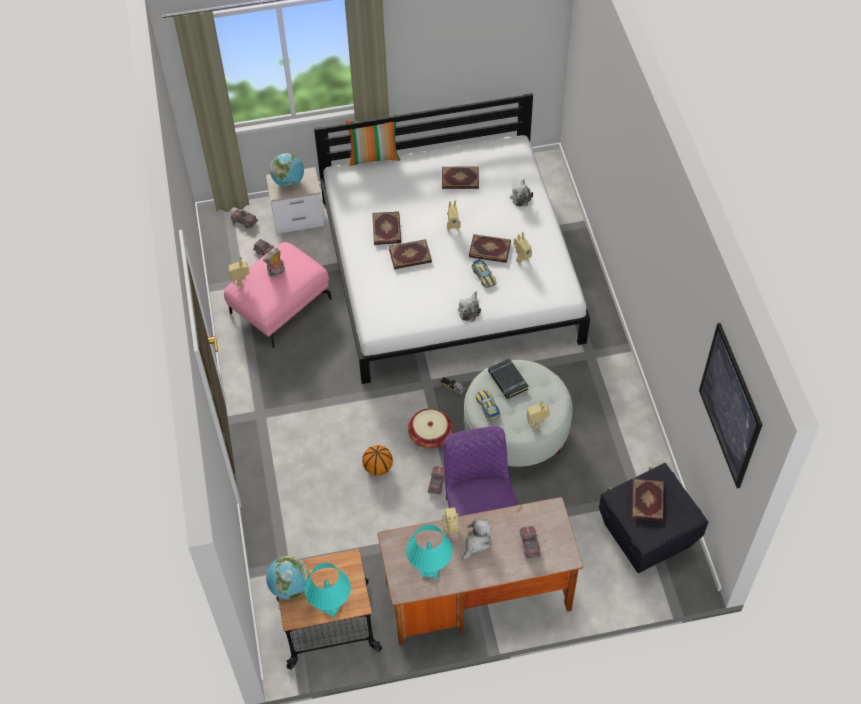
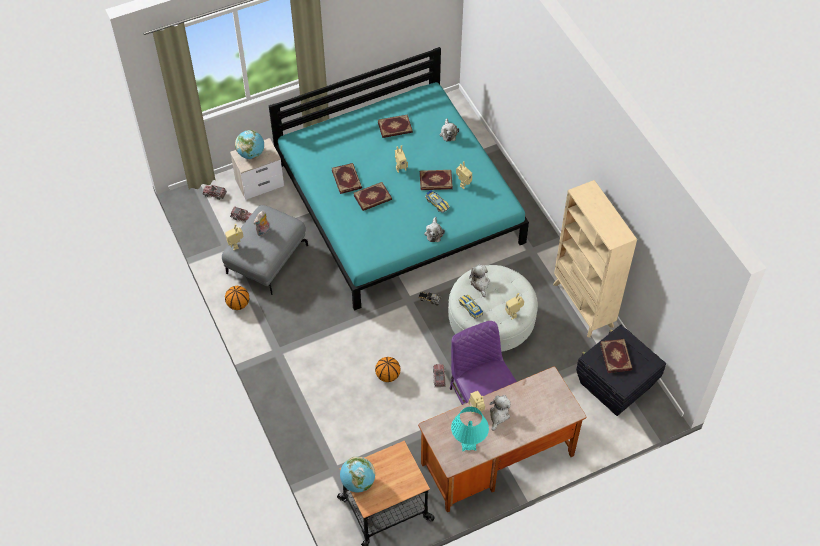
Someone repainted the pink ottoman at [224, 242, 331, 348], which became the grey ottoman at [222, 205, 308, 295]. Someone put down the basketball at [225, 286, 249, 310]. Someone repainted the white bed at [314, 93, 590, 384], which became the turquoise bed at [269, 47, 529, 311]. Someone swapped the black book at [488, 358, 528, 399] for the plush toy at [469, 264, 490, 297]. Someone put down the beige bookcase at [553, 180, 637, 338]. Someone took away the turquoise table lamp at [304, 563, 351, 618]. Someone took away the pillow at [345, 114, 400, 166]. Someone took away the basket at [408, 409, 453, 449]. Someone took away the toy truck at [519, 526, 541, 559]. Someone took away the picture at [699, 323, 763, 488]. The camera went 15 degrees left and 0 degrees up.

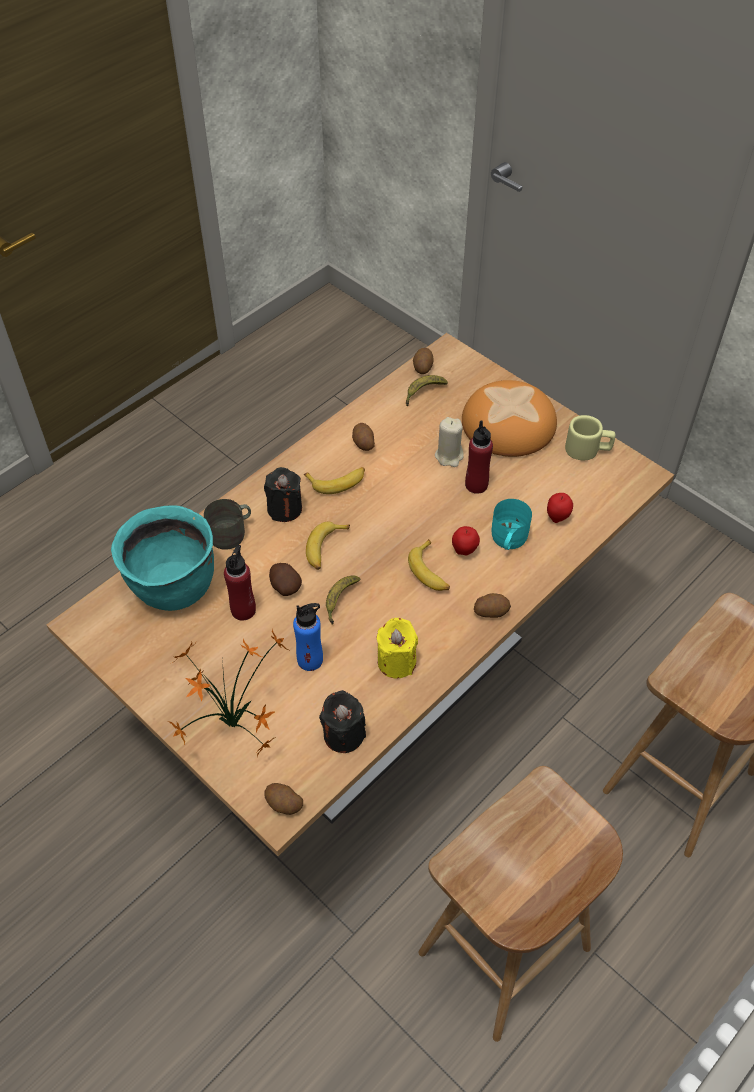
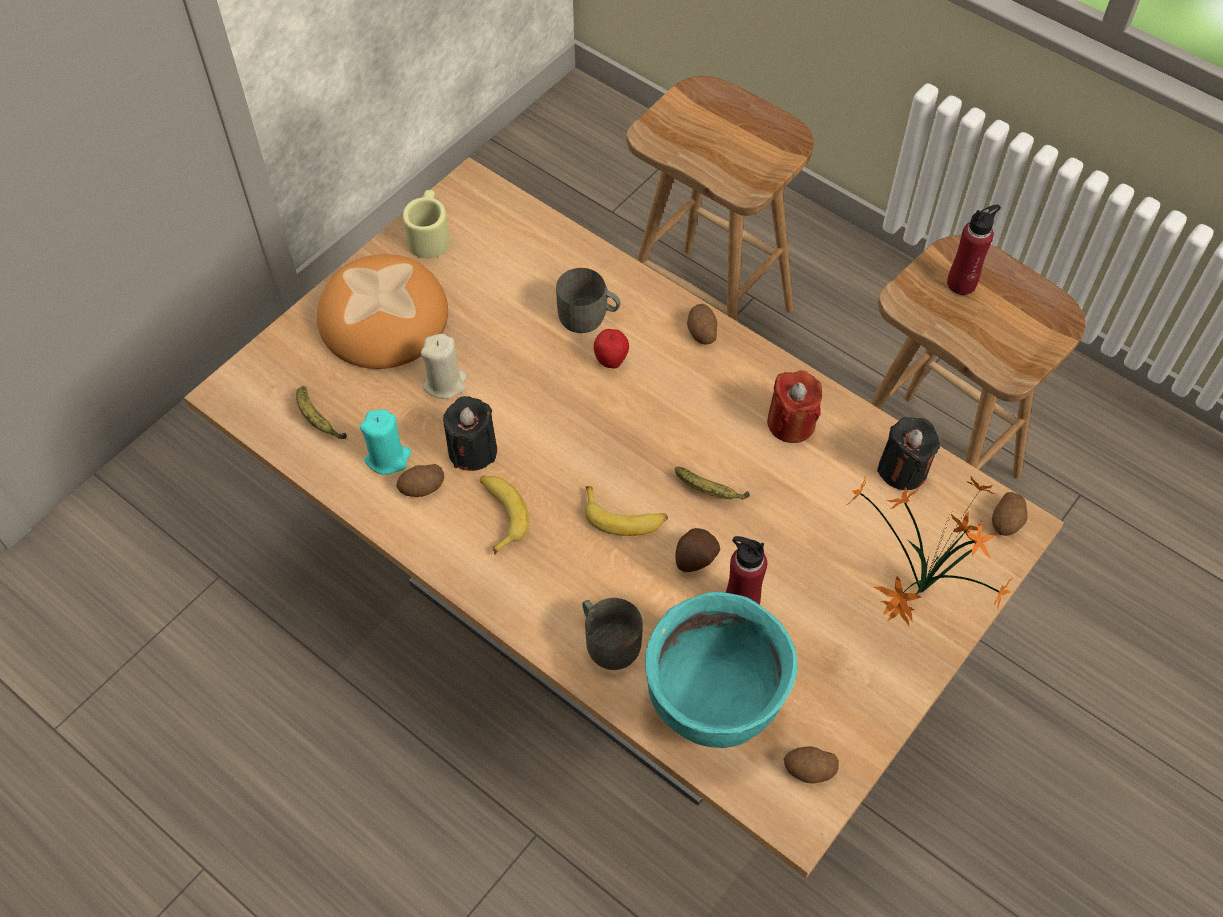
Someone put down the turquoise candle at [360, 409, 411, 475]. Someone carried the black candle from [264, 467, 302, 522] to [443, 396, 497, 471]. Someone repainted the turquoise mug at [492, 499, 532, 550], which became the grey mug at [556, 268, 620, 333]. Someone repainted the yellow candle at [377, 618, 418, 679], which became the red candle at [767, 370, 822, 443]. Someone carried the potato from [413, 348, 433, 374] to [784, 746, 839, 784]. Someone carried the red bottle from [465, 421, 493, 494] to [947, 204, 1001, 295]. Someone took away the blue bottle at [293, 603, 323, 671]. Someone took away the banana at [408, 539, 450, 591]. Someone took away the apple at [547, 493, 573, 523]. The camera went 95 degrees left and 5 degrees up.

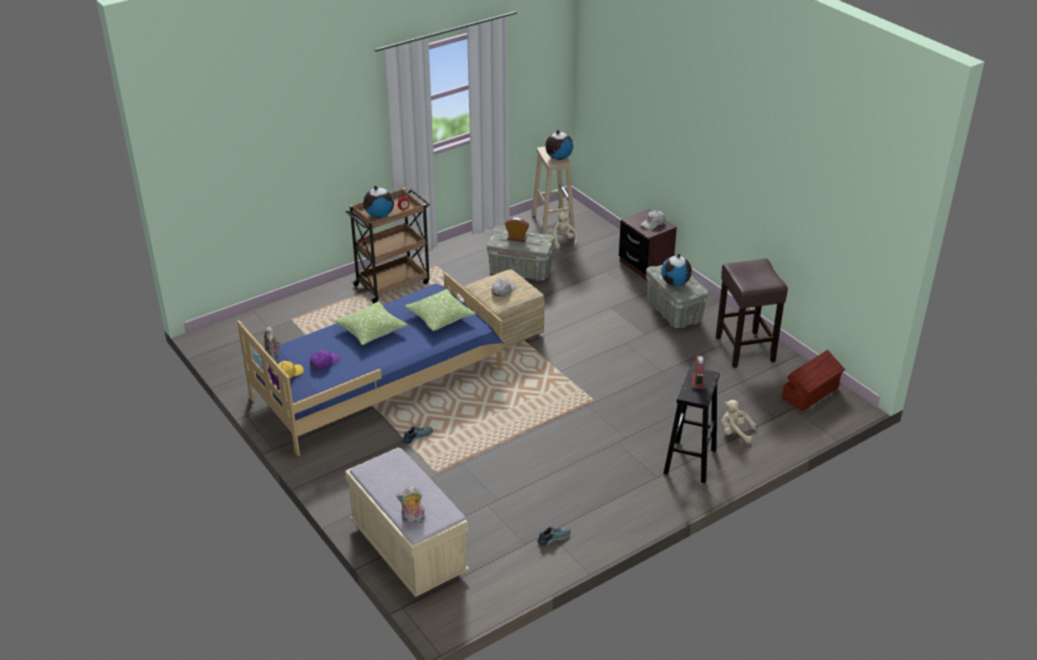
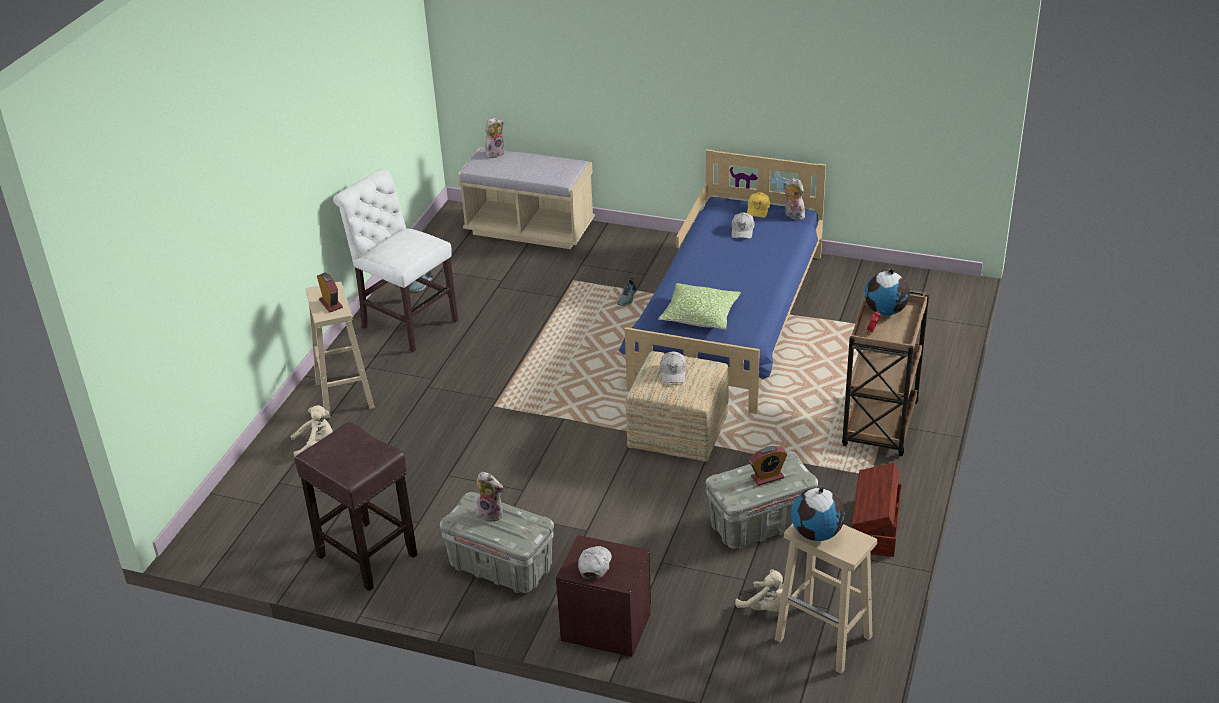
Someone repainted the black stool at [664, 367, 720, 483], which became the beige stool at [306, 281, 375, 419]. Someone put down the white chair at [333, 169, 458, 352]. Someone swapped the globe at [661, 254, 692, 286] for the plush toy at [477, 472, 503, 522]. Someone repainted the purple cap at [310, 350, 340, 370], which became the white cap at [731, 213, 755, 239]. Someone carried the brown storage box from [782, 350, 845, 411] to [852, 463, 902, 557]. Someone took away the pillow at [334, 301, 408, 345]. The camera went 145 degrees right and 0 degrees up.

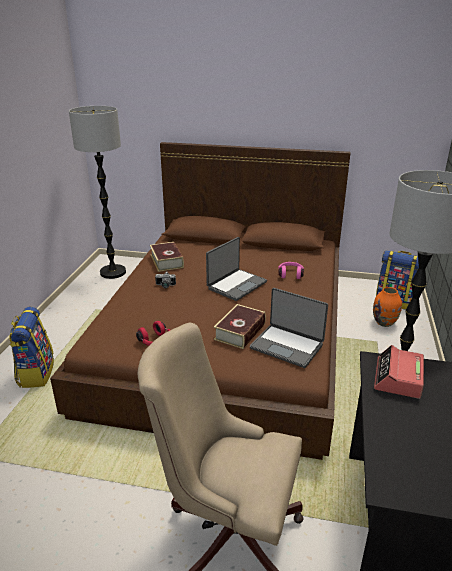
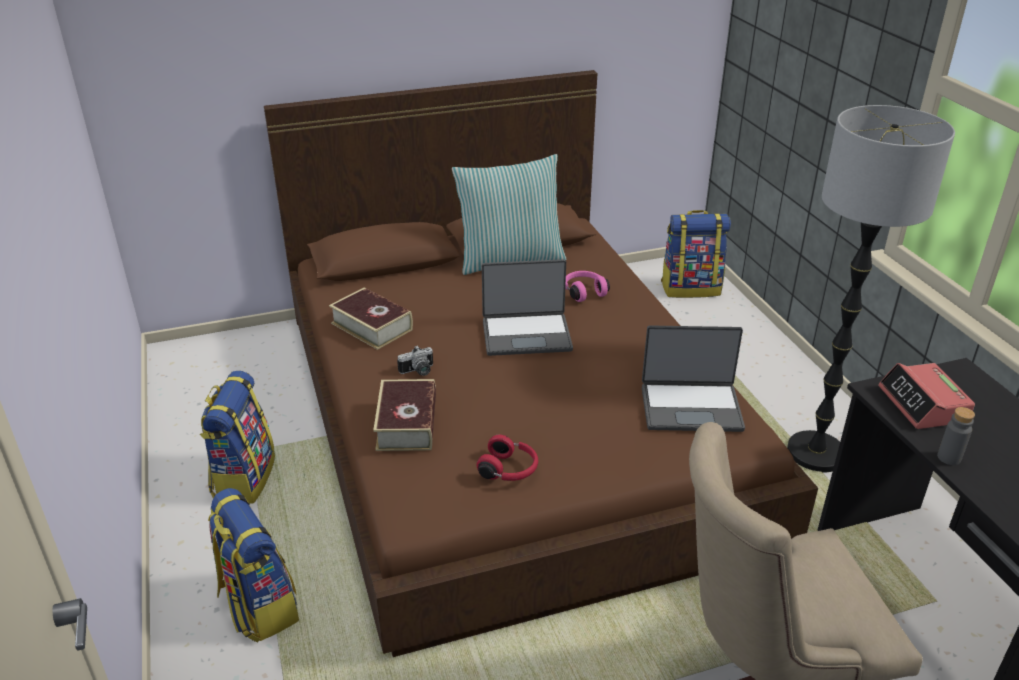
Someone put down the backpack at [200, 371, 275, 504]. Someone carried the book from [214, 304, 266, 349] to [373, 379, 436, 451]. Someone put down the pillow at [452, 154, 567, 275]. Someone rotated the laptop at [206, 237, 267, 301] by 75 degrees clockwise. Someone put down the grey bottle at [937, 407, 975, 465]. Someone took away the floor lamp at [69, 106, 126, 279]. Someone took away the orange vase at [373, 287, 402, 327]. The camera went 30 degrees left and 5 degrees up.

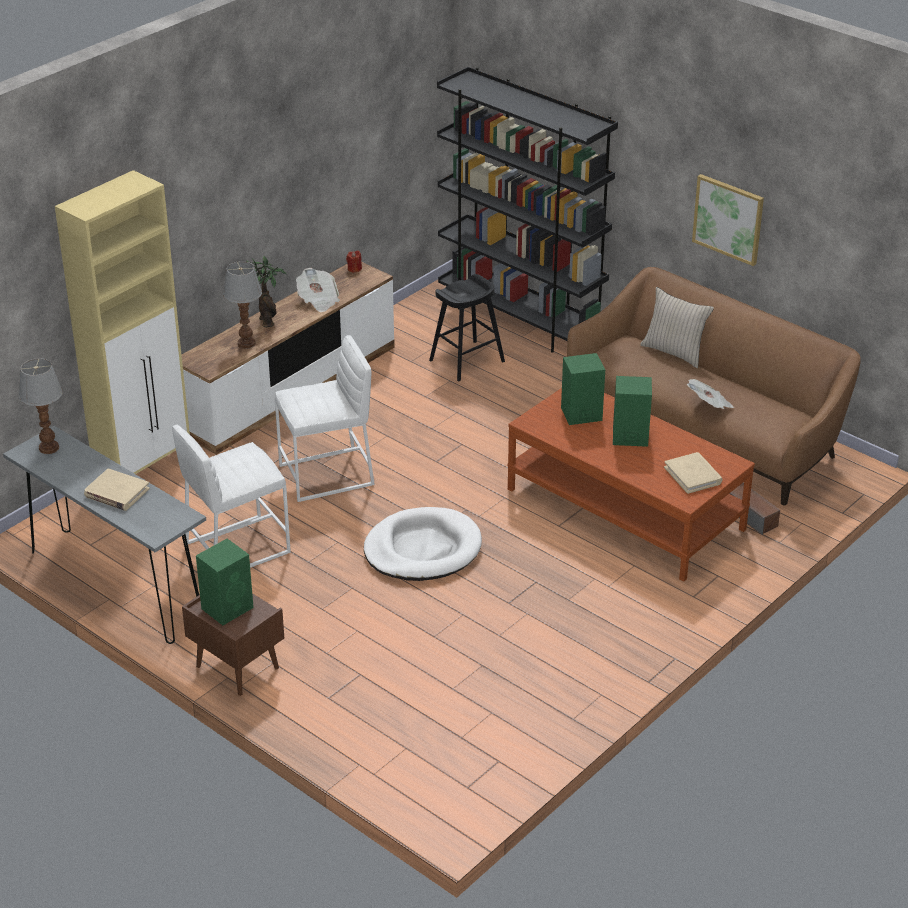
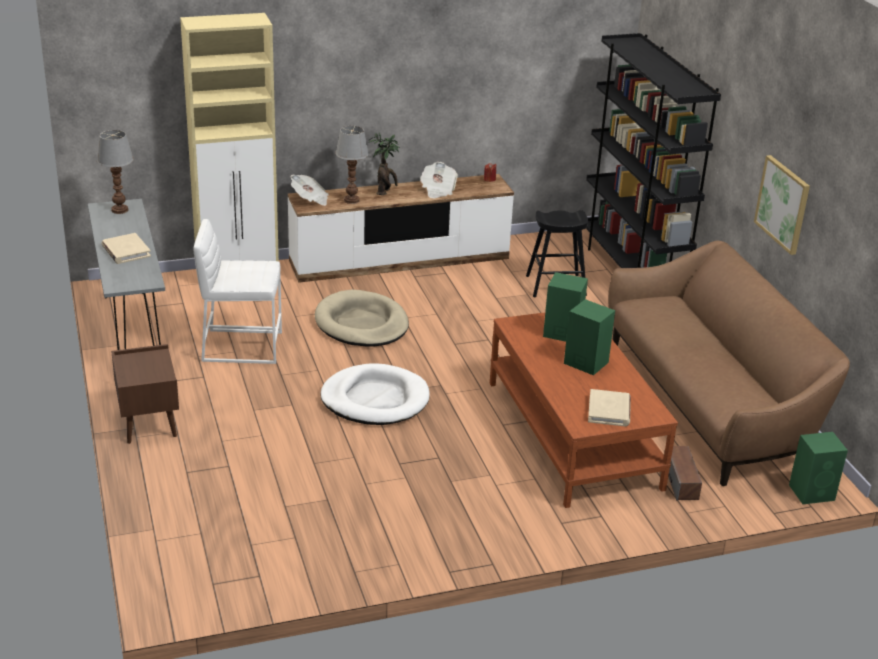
Someone carried the newspaper from [687, 379, 734, 409] to [290, 175, 329, 206]. Someone swapped the white stool at [275, 335, 375, 502] for the beige dog bed at [315, 290, 409, 347]. Someone carried the green speaker from [196, 539, 254, 625] to [789, 432, 848, 504]. Someone took away the beige pillow at [640, 287, 714, 368]. The camera went 30 degrees right and 5 degrees down.

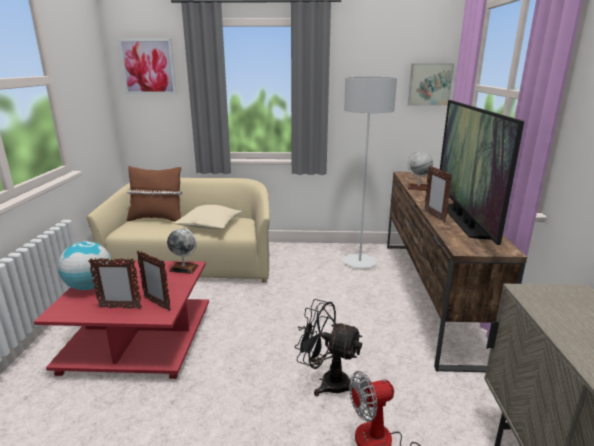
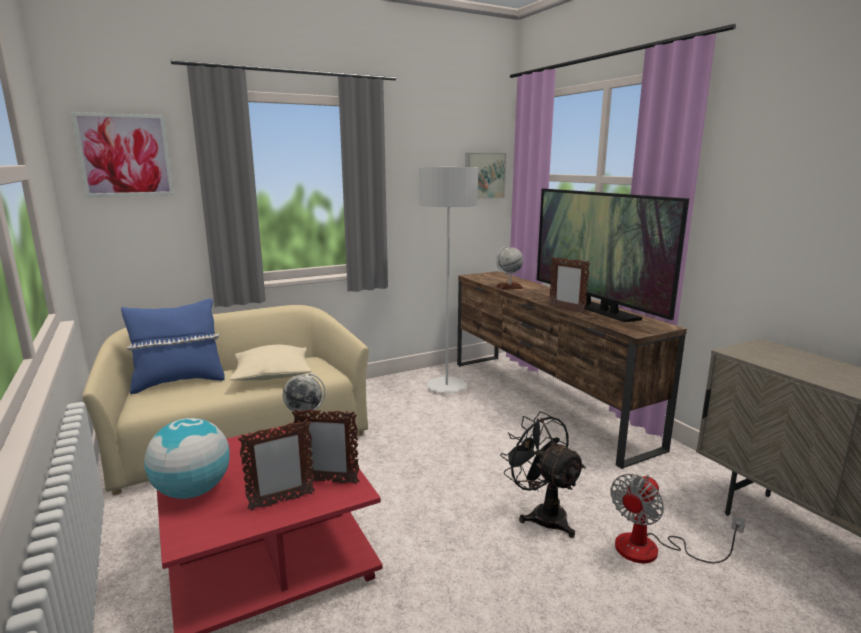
Someone repainted the brown pillow at [126, 166, 182, 222], which became the blue pillow at [121, 298, 225, 394]. Someone rotated the black fan at [294, 299, 362, 396] by 60 degrees clockwise. The camera went 30 degrees left and 5 degrees down.

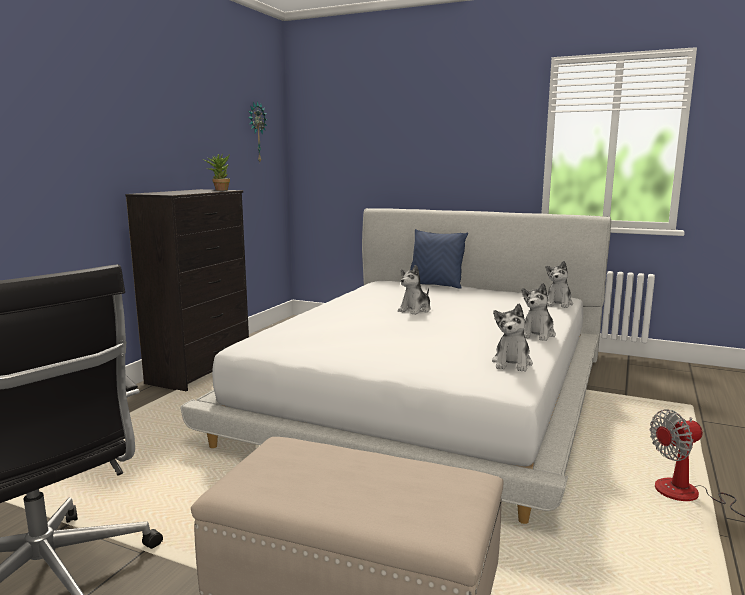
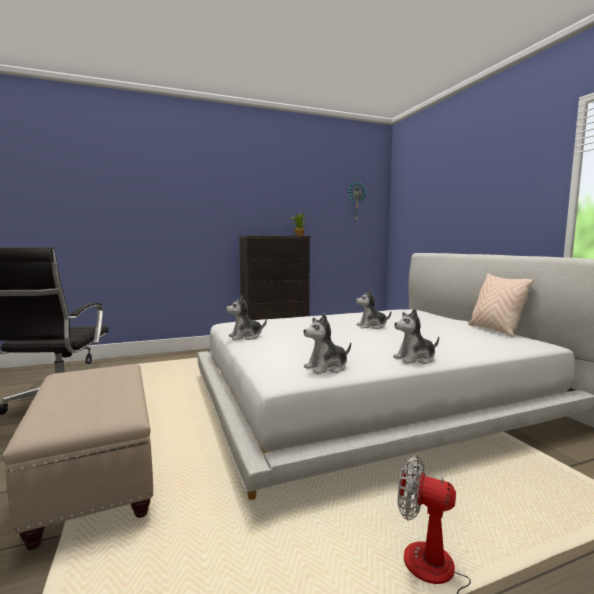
Someone carried the plush toy from [546, 261, 573, 308] to [226, 295, 267, 340]. Someone put down the beige pillow at [468, 273, 534, 337]. Someone took away the blue pillow at [410, 229, 468, 289]. The camera went 45 degrees right and 5 degrees down.

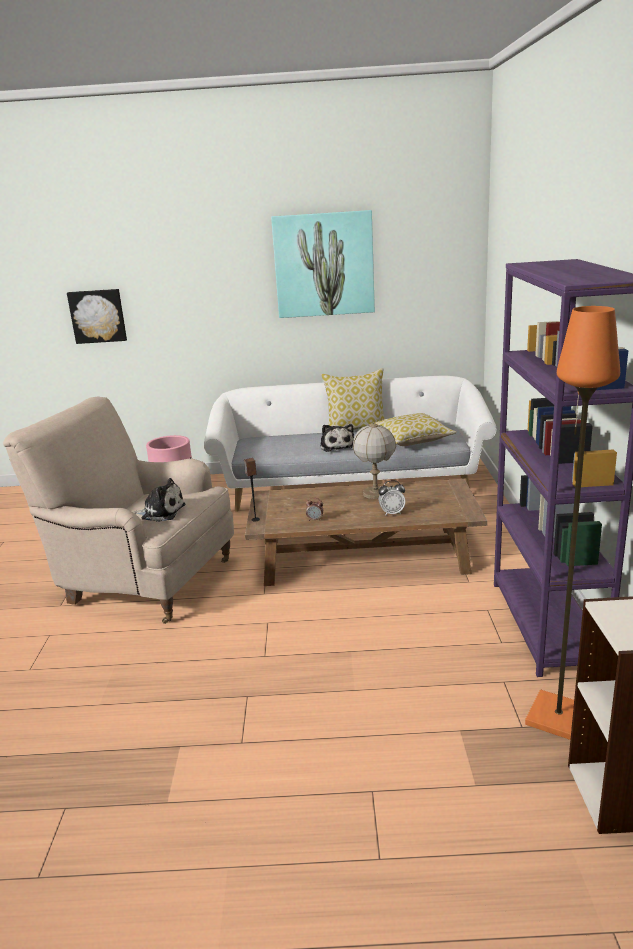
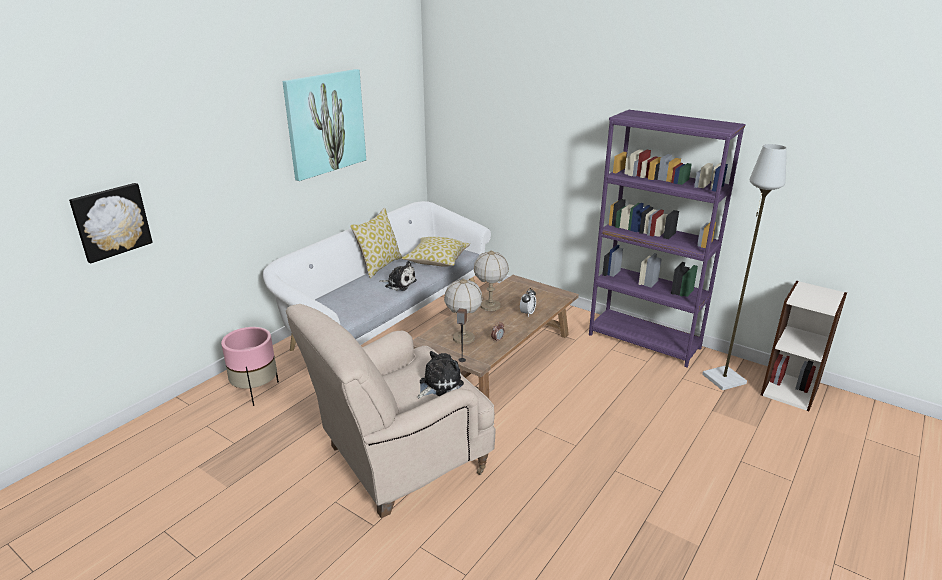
Someone put down the table lamp at [444, 278, 483, 344]. Someone repainted the orange floor lamp at [525, 306, 620, 740], which became the grey floor lamp at [702, 144, 787, 390]. The camera went 55 degrees left and 5 degrees up.

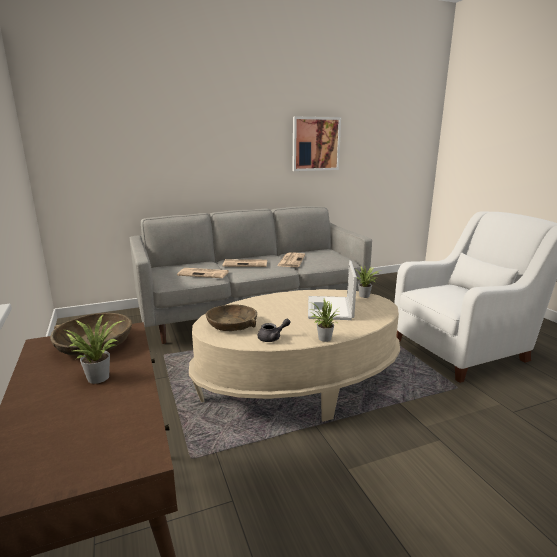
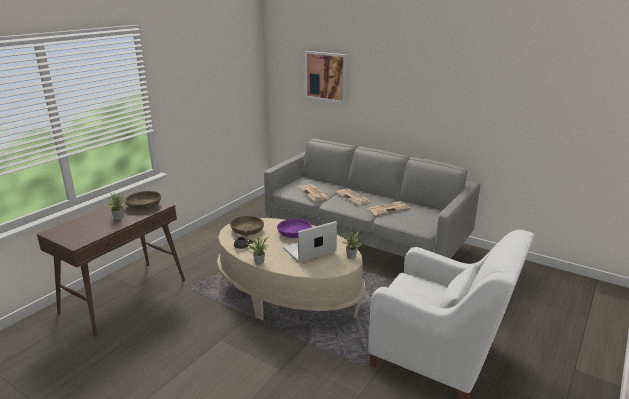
Someone put down the purple bowl at [277, 219, 312, 238]. Someone carried the picture from [292, 116, 341, 171] to [305, 51, 347, 103]. The camera went 55 degrees right and 5 degrees up.

